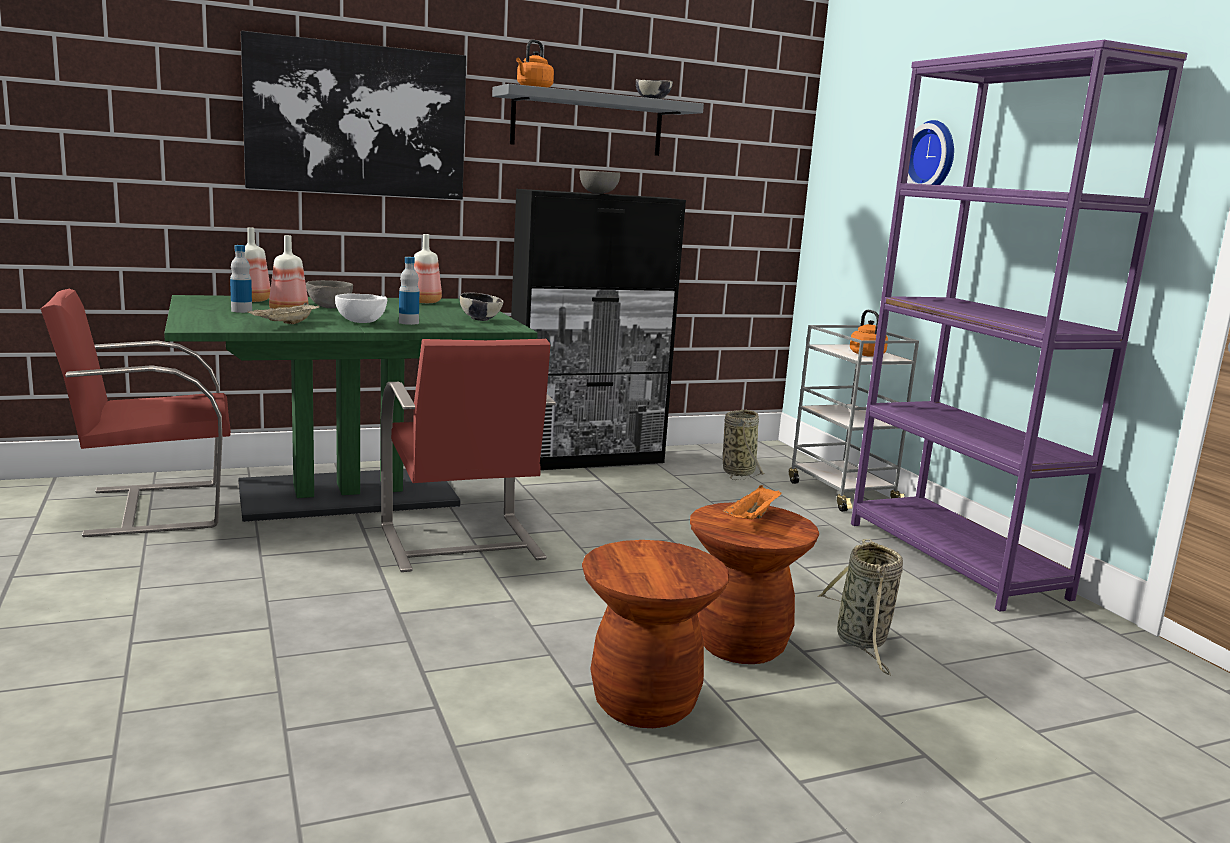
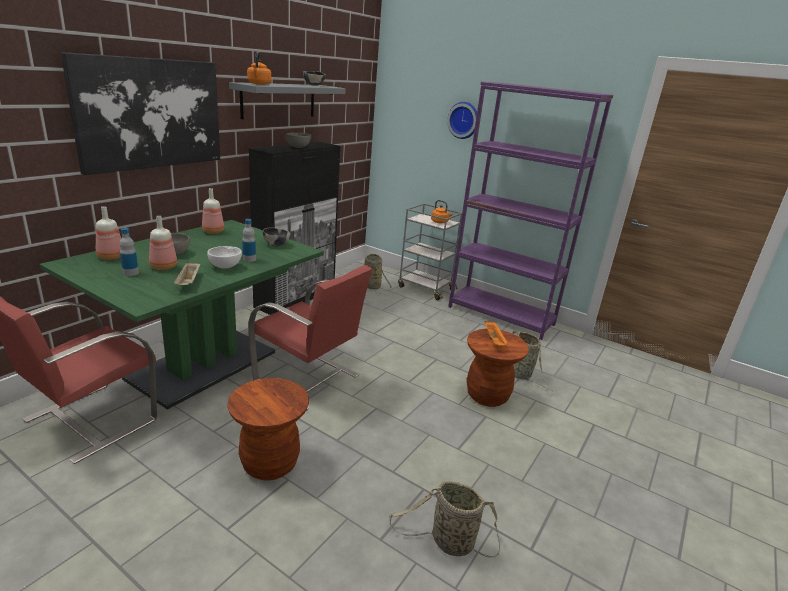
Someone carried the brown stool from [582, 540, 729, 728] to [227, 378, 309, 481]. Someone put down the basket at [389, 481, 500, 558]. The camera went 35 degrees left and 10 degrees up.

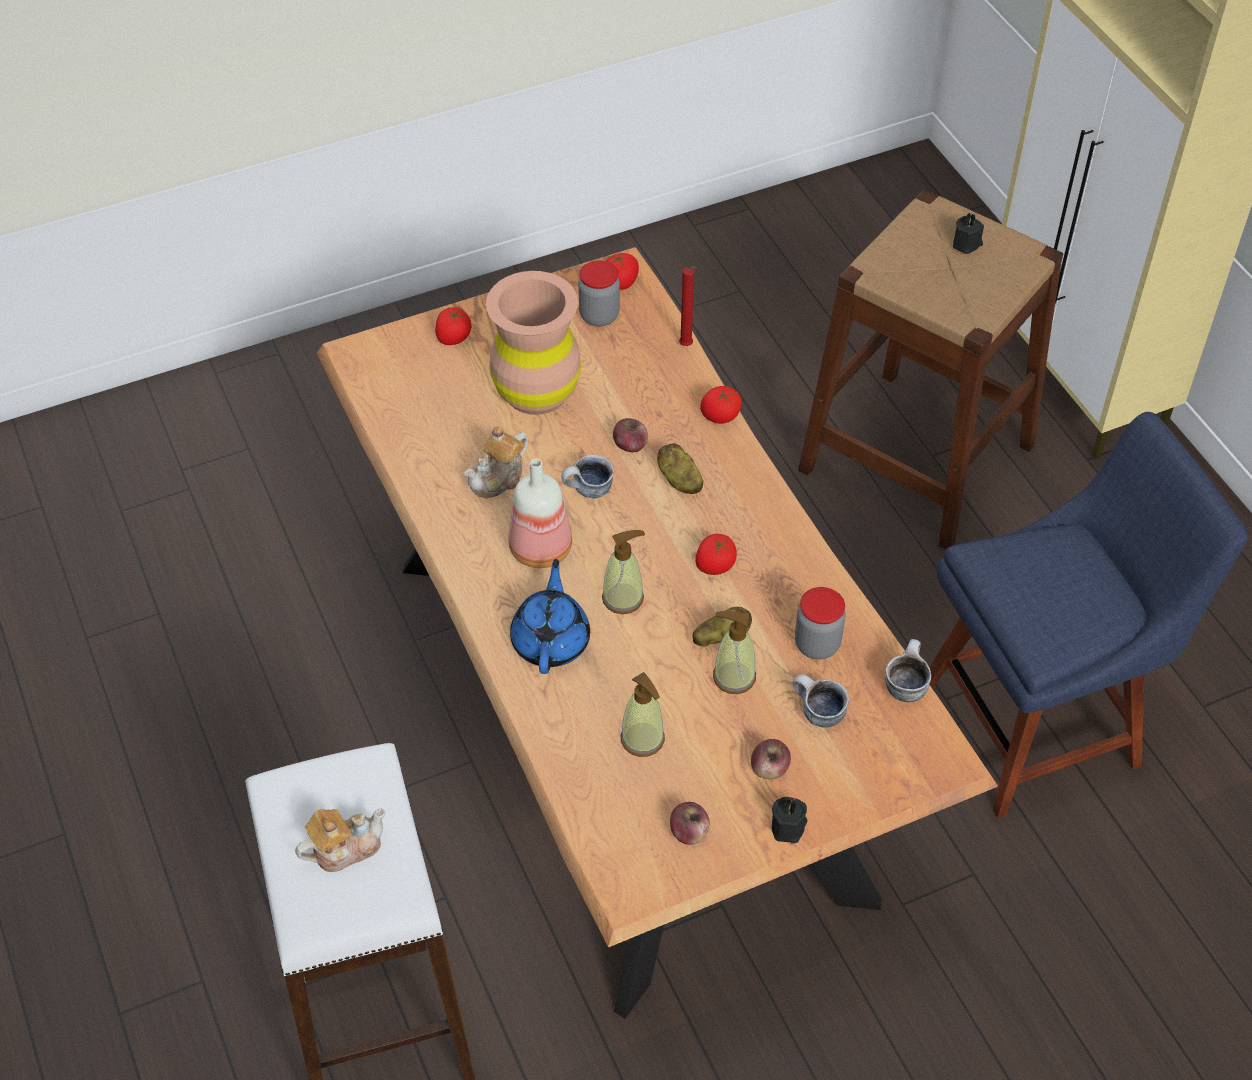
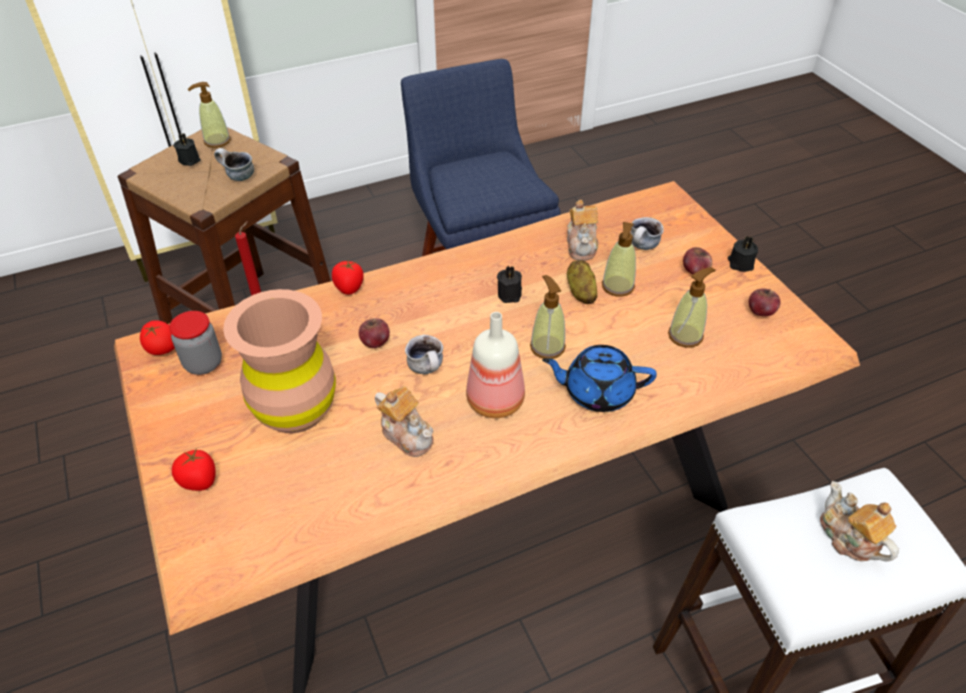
Someone put down the soap dispenser at [188, 82, 231, 148]. Someone carried the mug from [885, 639, 931, 703] to [214, 148, 254, 181]. Someone swapped the tomato at [695, 534, 737, 575] for the black candle at [497, 266, 522, 303]. Someone swapped the jar at [795, 587, 846, 659] for the teapot at [567, 200, 598, 261]. Someone took away the potato at [657, 443, 703, 494]. The camera went 90 degrees left and 5 degrees down.

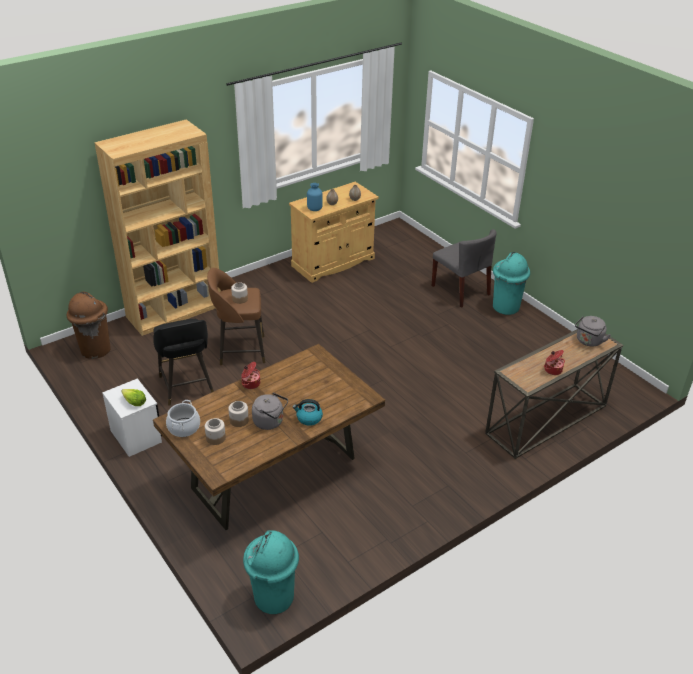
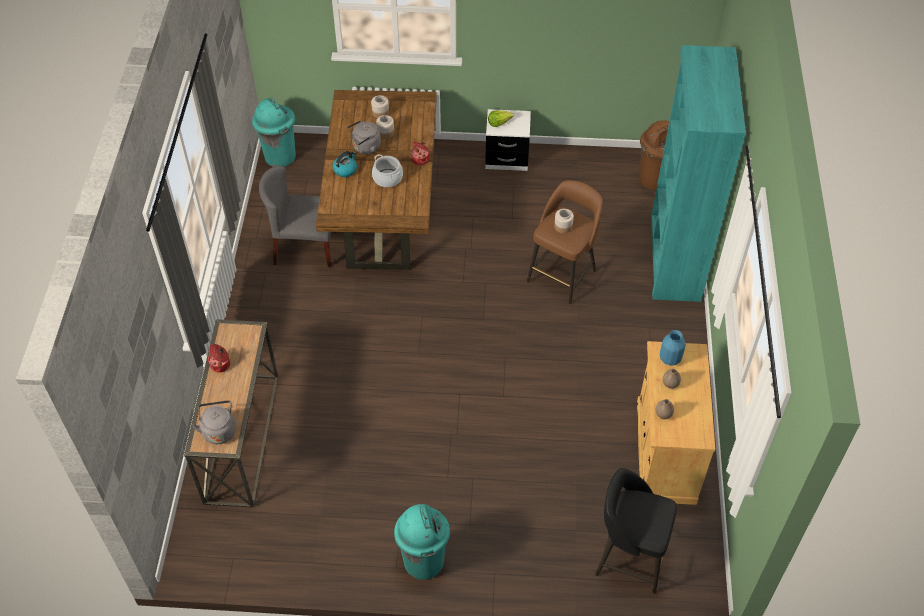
Someone carried the grey chair from [432, 229, 497, 308] to [259, 165, 337, 267]. Someone carried the cooking pot from [166, 400, 200, 437] to [372, 154, 403, 187]. Someone carried the black stool from [153, 319, 214, 406] to [595, 468, 677, 594]. Someone repainted the brown bookcase at [94, 119, 221, 336], which became the turquoise bookcase at [651, 45, 746, 302]. The camera went 130 degrees right and 15 degrees up.

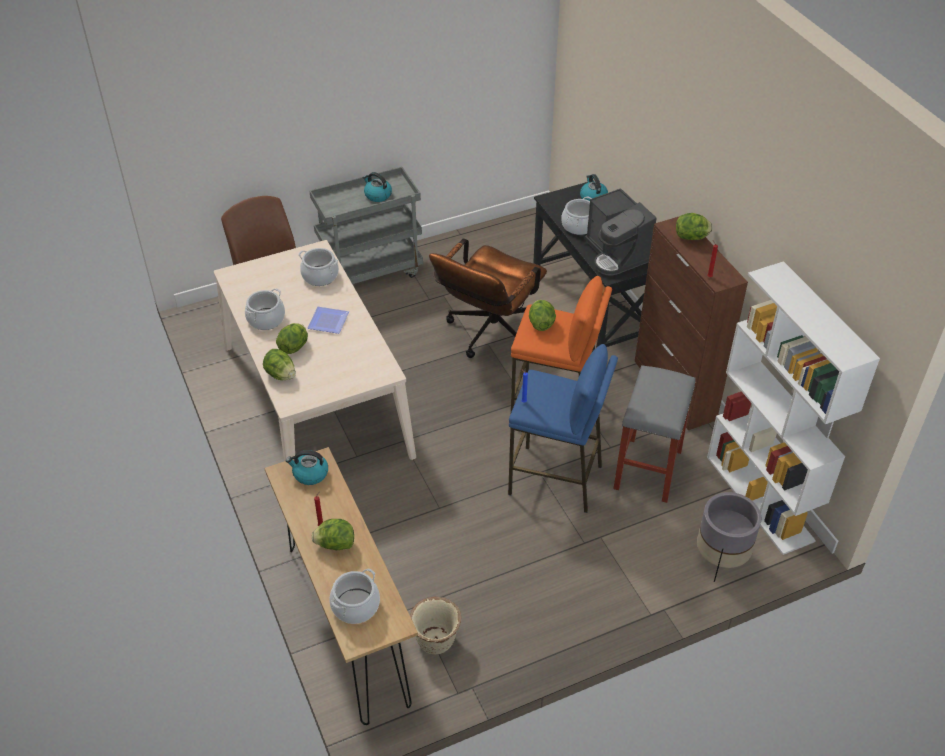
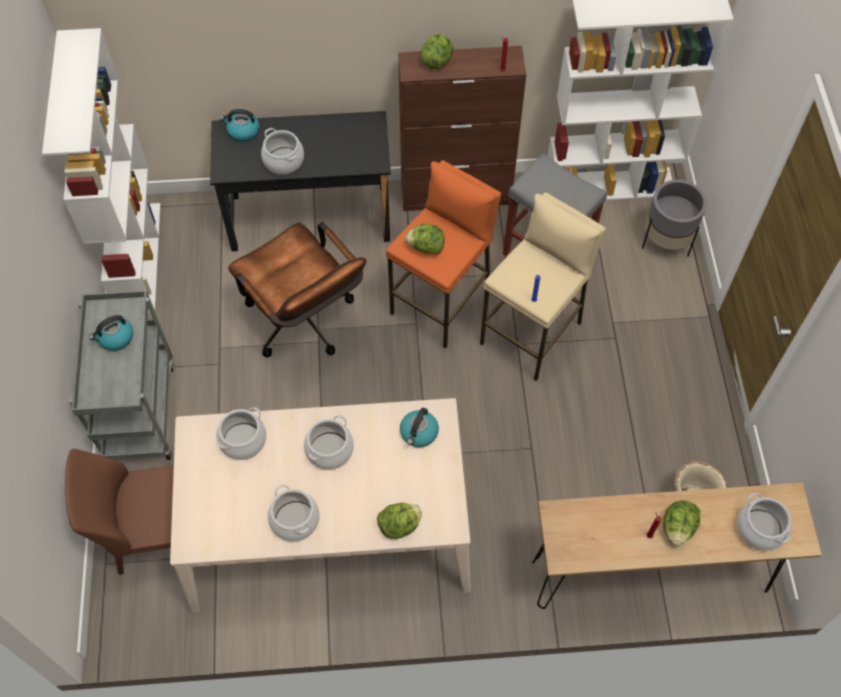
Someone put down the white bookcase at [42, 28, 161, 314]. Someone swapped the plate at [307, 307, 349, 334] for the cooking pot at [304, 415, 354, 470]. Someone carried the kettle from [286, 450, 328, 485] to [400, 408, 439, 447]. Someone repainted the blue stool at [508, 344, 618, 513], which became the beige stool at [480, 192, 606, 381]. Someone took away the lettuce at [276, 323, 308, 354]. Someone took away the coffee machine at [584, 188, 656, 276]. The camera went 70 degrees left and 15 degrees up.

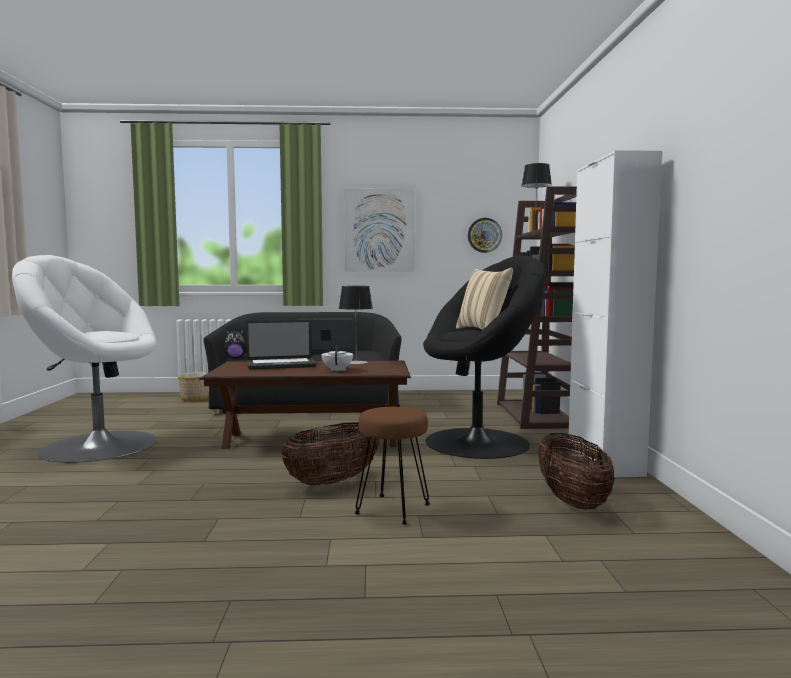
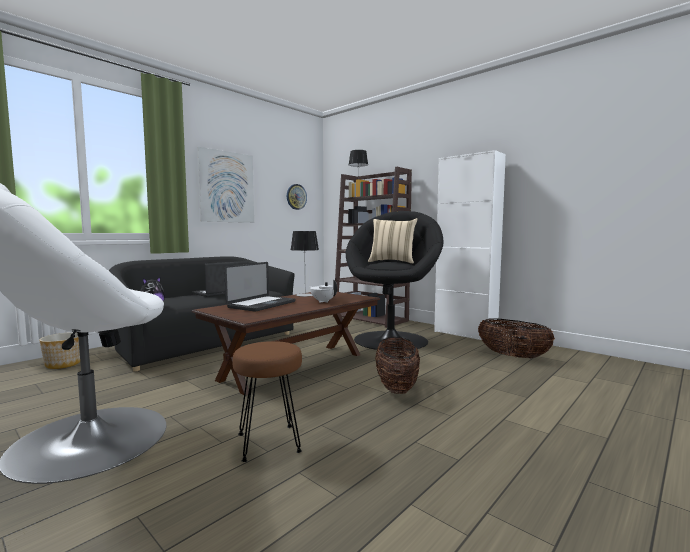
Someone carried the brown stool from [355, 407, 430, 525] to [232, 341, 302, 462]. The camera went 45 degrees left and 0 degrees up.

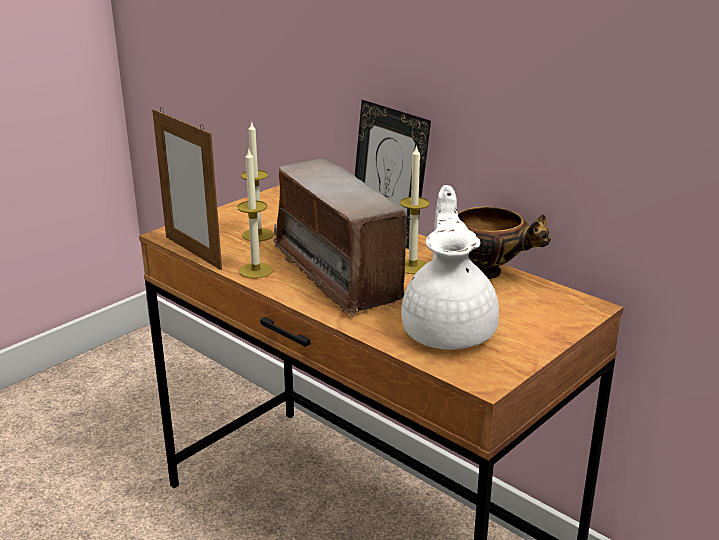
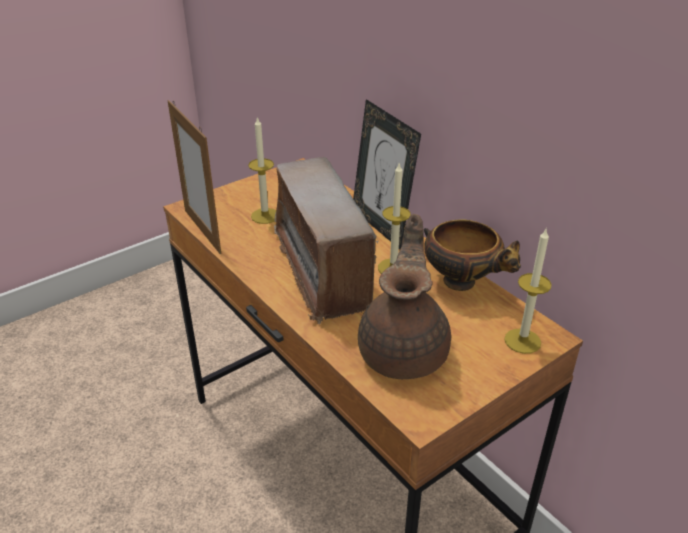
Someone repainted the white teapot at [401, 185, 499, 350], which became the brown teapot at [358, 214, 451, 379]. Someone carried the candle from [237, 150, 273, 279] to [504, 229, 552, 354]. The camera went 10 degrees right and 10 degrees up.

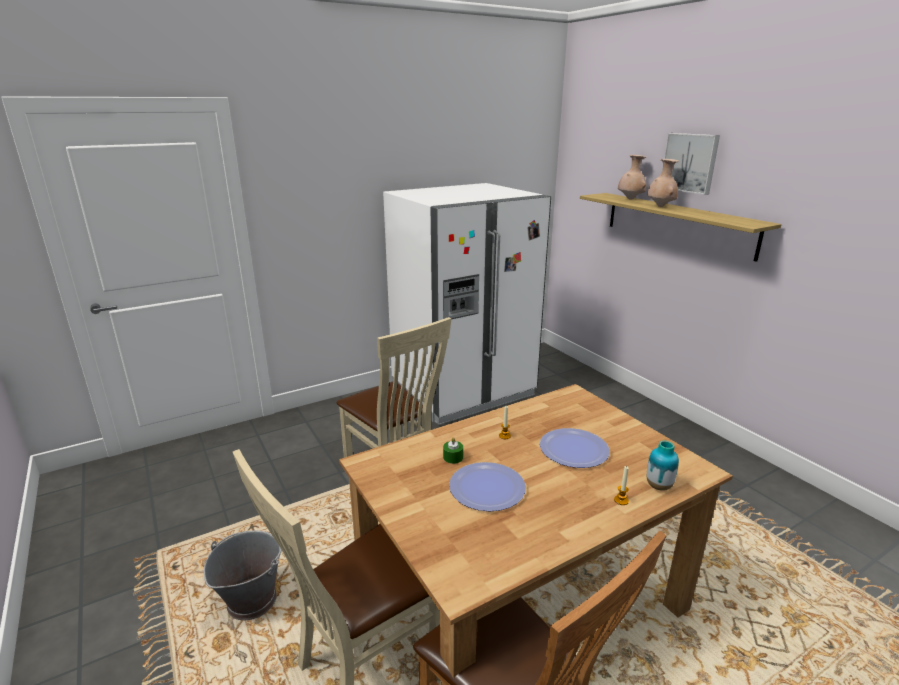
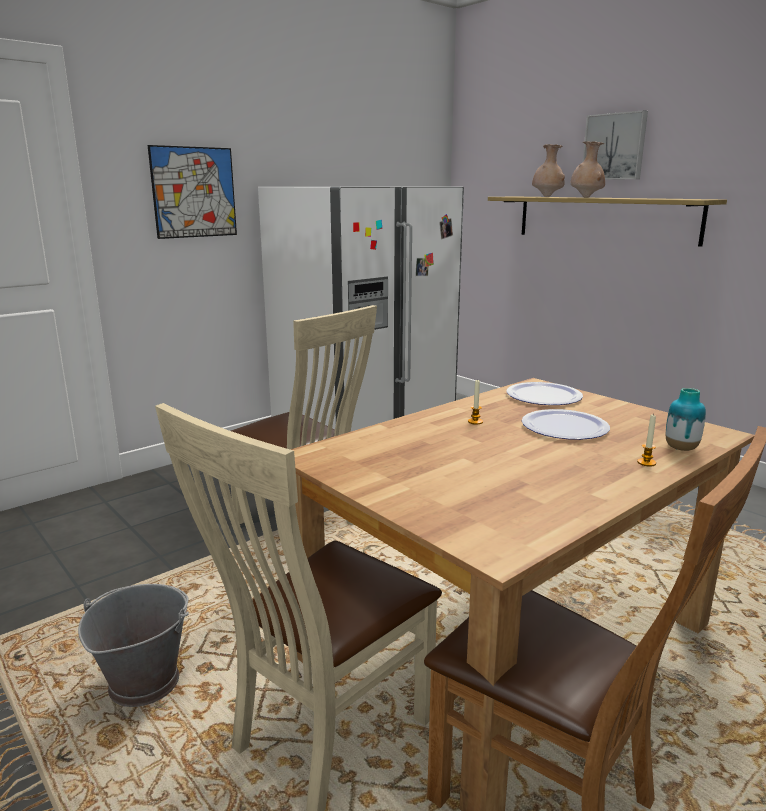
Someone put up the picture at [148, 145, 237, 239]. Someone carried the plate from [449, 462, 526, 511] to [506, 382, 583, 405]. Someone took away the green candle at [443, 437, 463, 464]. The camera went 10 degrees left and 5 degrees down.

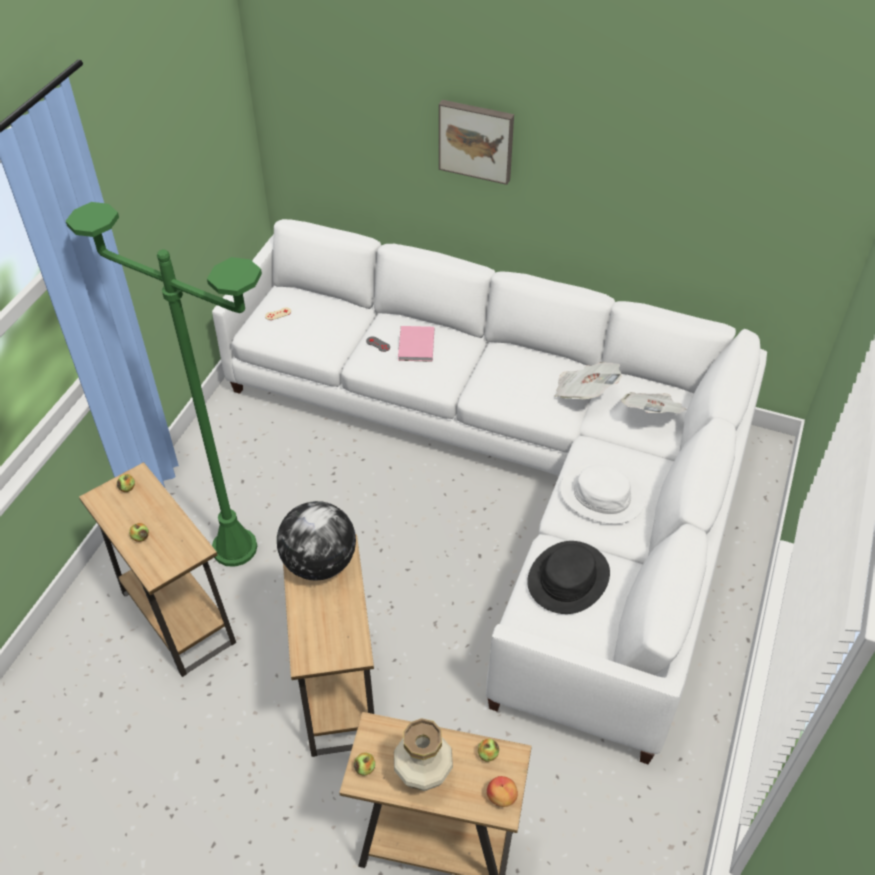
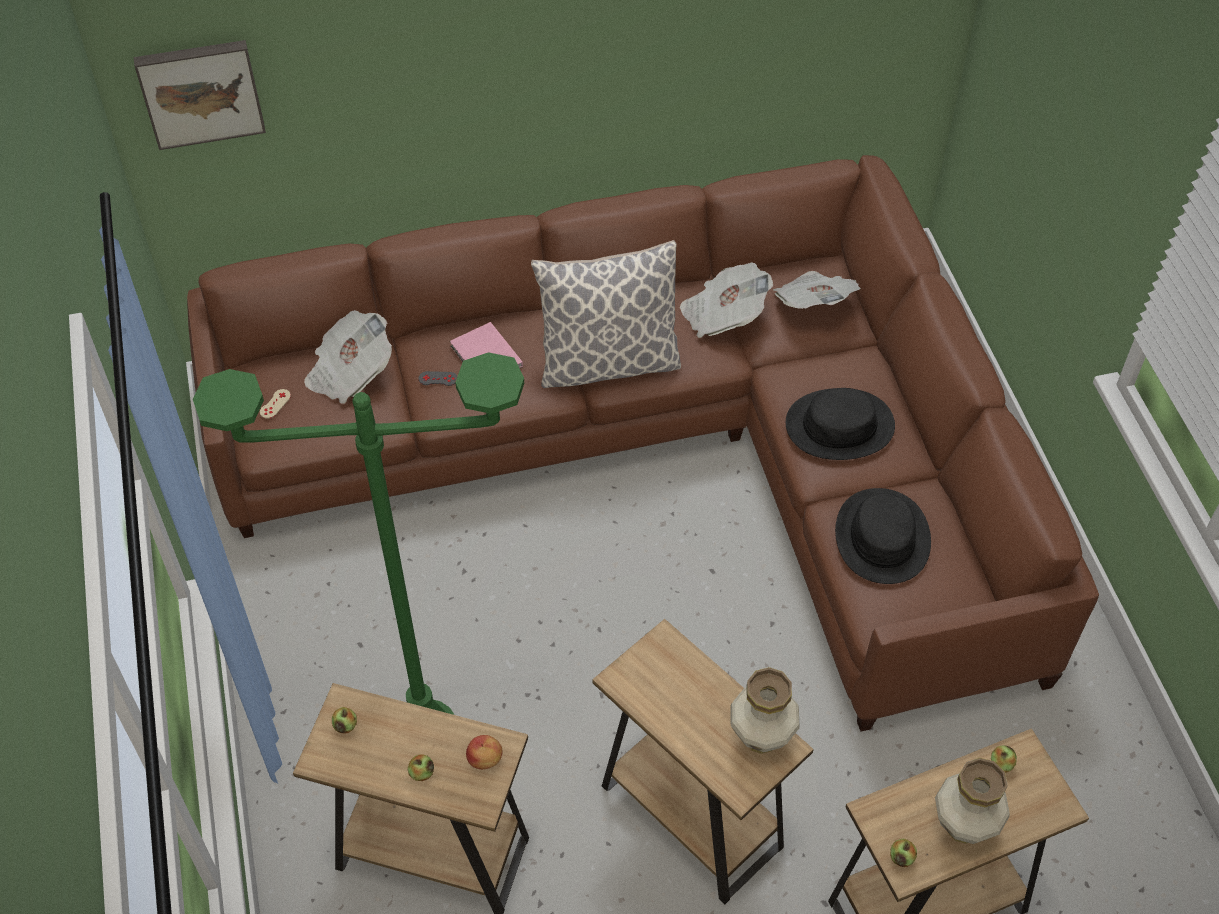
Someone carried the picture from [439, 100, 514, 185] to [134, 40, 266, 150]. Someone repainted the white sofa at [212, 219, 767, 764], which became the brown sofa at [187, 155, 1099, 732]. Someone put down the newspaper at [304, 310, 392, 404]. Someone carried the apple from [487, 776, 518, 807] to [466, 735, 503, 769]. Someone put down the pillow at [531, 240, 681, 388]. Someone put down the vase at [730, 667, 800, 754]. Someone repainted the white hat at [560, 465, 645, 524], which became the black hat at [786, 388, 895, 460]. Someone took away the globe at [277, 501, 356, 581]. The camera went 35 degrees left and 5 degrees up.

